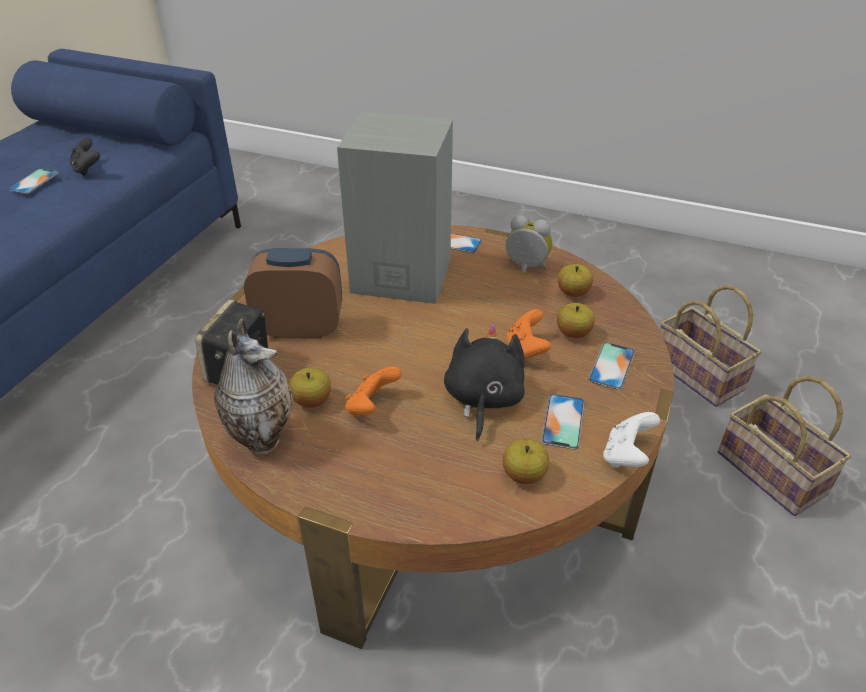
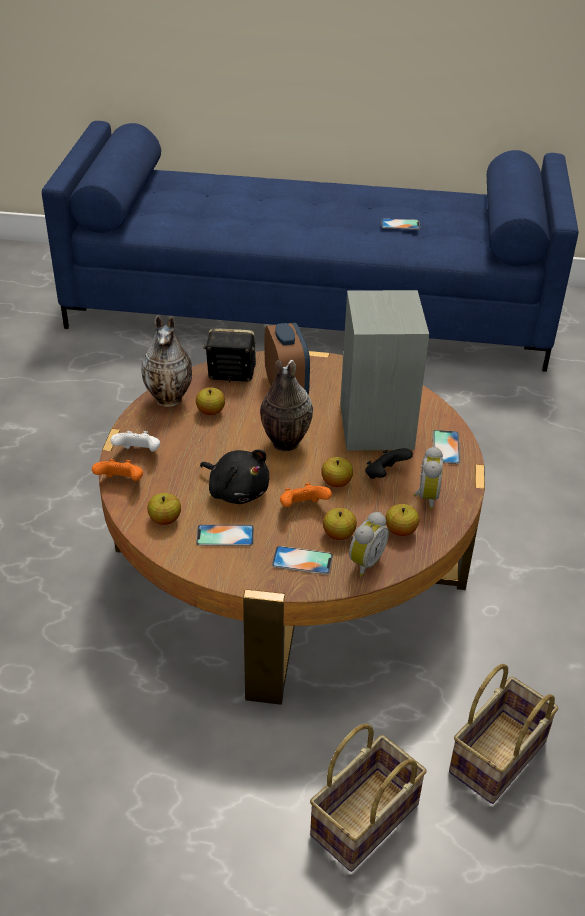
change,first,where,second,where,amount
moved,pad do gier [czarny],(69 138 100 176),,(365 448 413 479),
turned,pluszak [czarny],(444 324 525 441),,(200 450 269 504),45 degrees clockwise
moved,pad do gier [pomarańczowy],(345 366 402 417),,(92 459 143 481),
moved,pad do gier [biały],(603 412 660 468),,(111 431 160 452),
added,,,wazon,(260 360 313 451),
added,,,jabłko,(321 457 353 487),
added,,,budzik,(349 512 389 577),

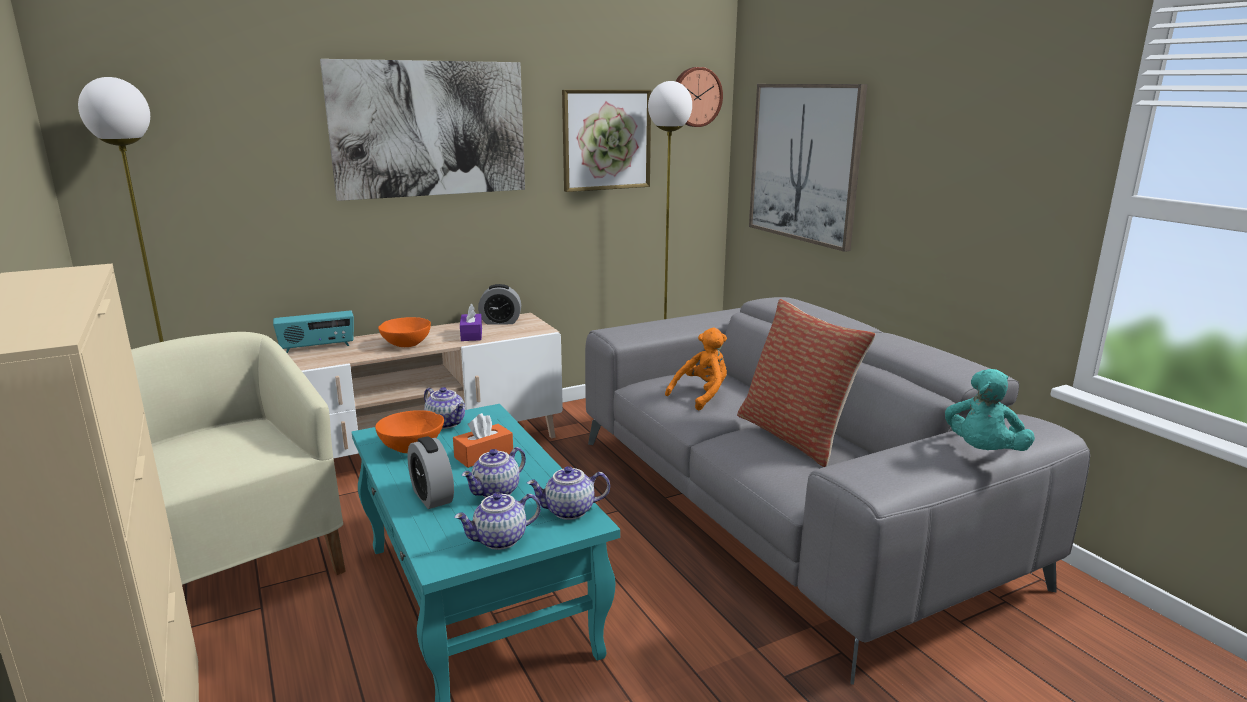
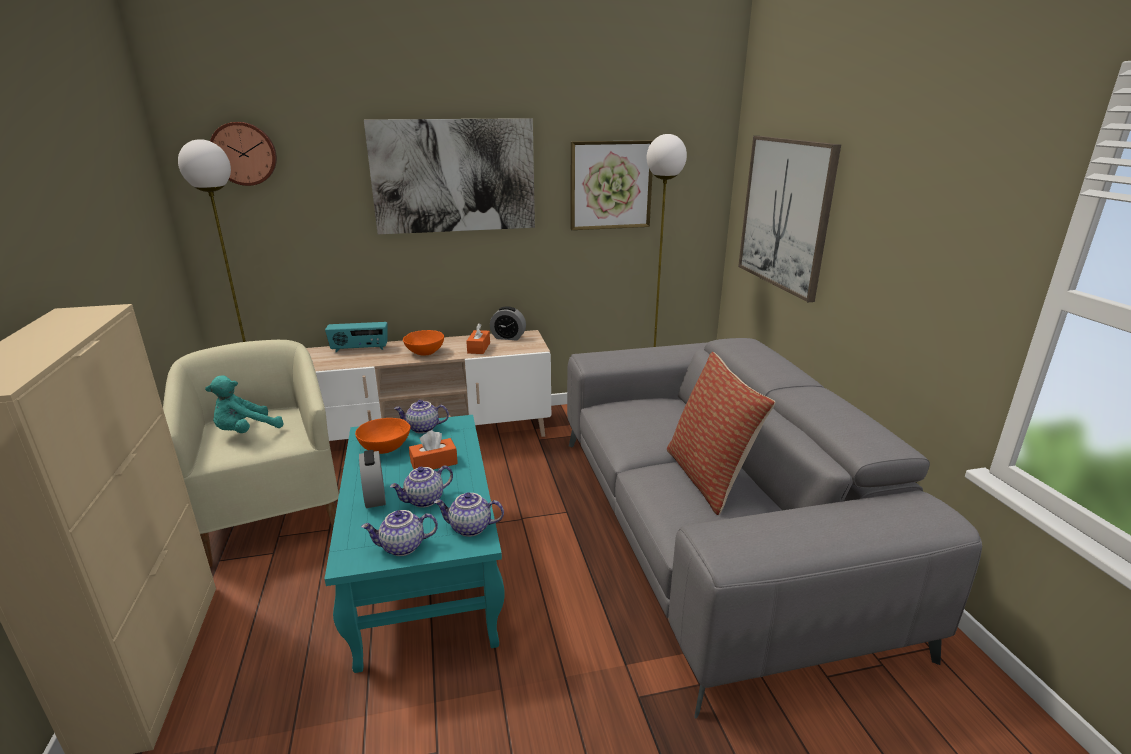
change,first,where,second,where,amount
moved,zegar ścienny,(676 67 723 127),,(210 122 277 186),
recoloured,pudełko chusteczek [fioletowy],(460 304 482 341),pudełko chusteczek [pomarańczowy],(466 323 490 354),
removed,pluszak [pomarańczowy],(665 328 727 410),,,
moved,pluszak [turkusowy],(945 369 1035 451),,(205 376 284 433),
turned,imbryk,(424 387 465 429),,(394 400 449 434),120 degrees clockwise

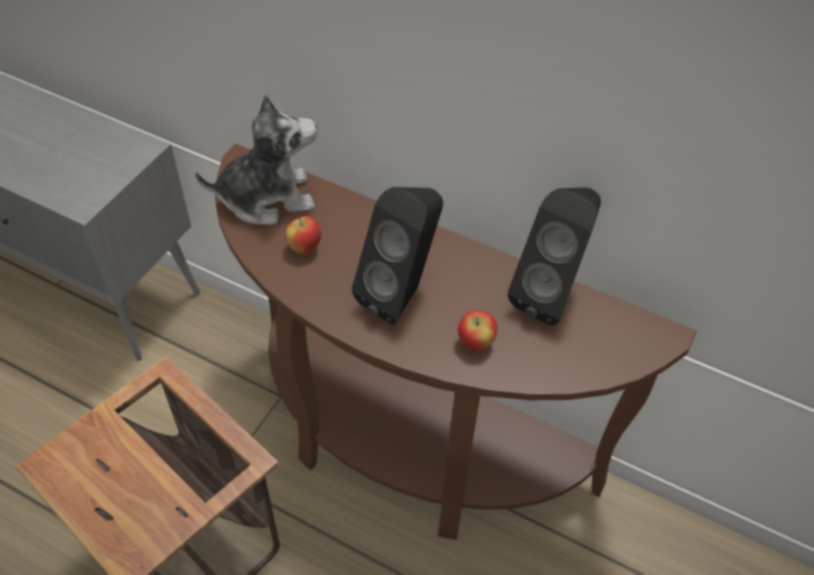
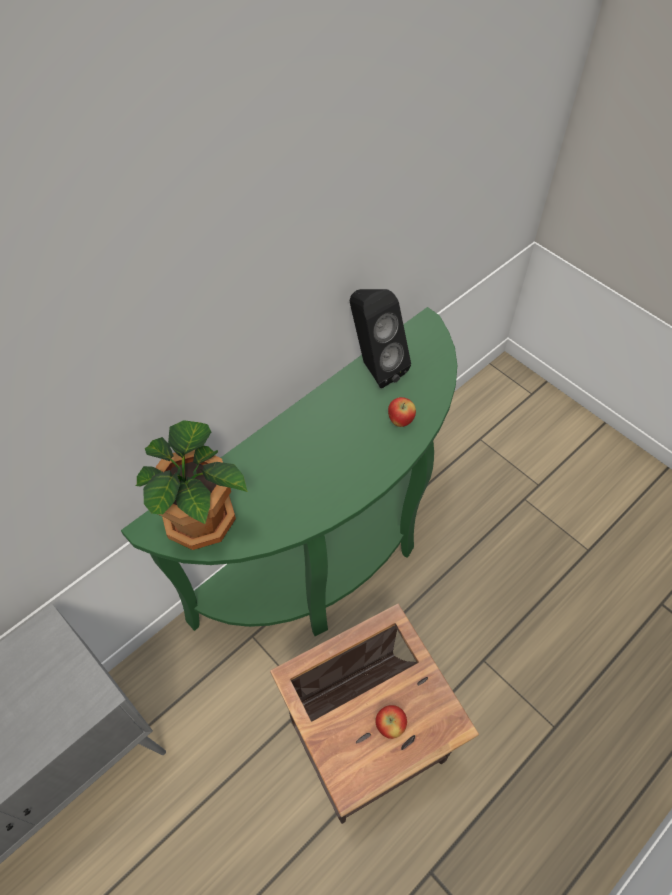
change,first,where,second,where,amount
replaced,pluszak,(195 94 317 225),roślina doniczkowa,(136 420 248 550),
recoloured,stolik konsolowy [brązowy],(215 144 697 540),stolik konsolowy [zielony],(121 307 457 636),
removed,głośnik [czarny],(352 187 443 325),,,
moved,jabłko,(285 216 321 254),,(375 705 407 739),

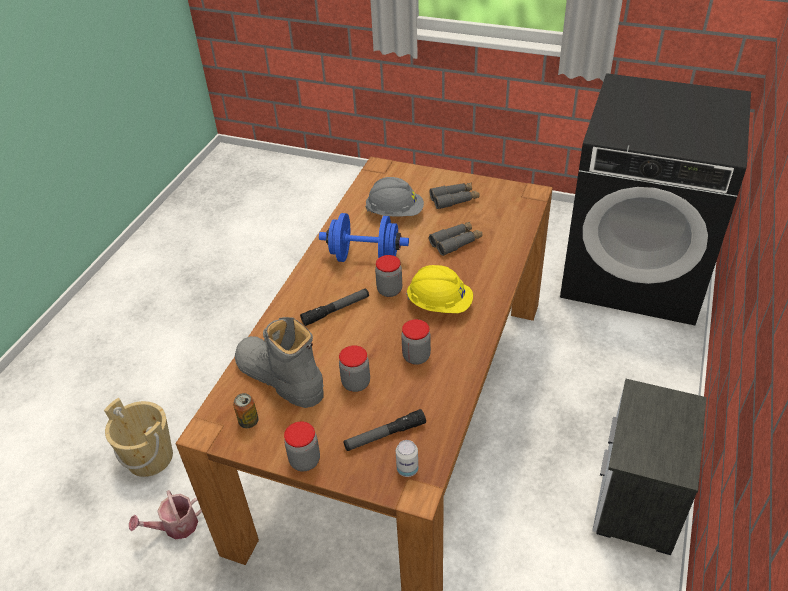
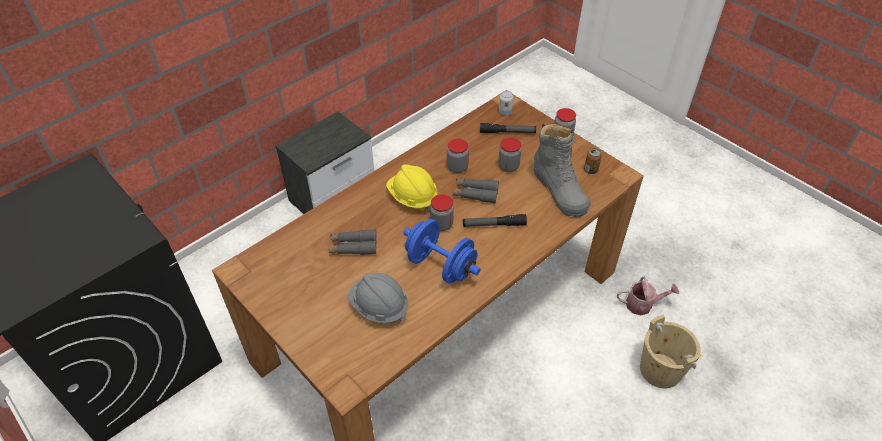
change,first,where,second,where,amount
moved,lornetka [szary],(429 183 480 209),,(453 178 499 203),

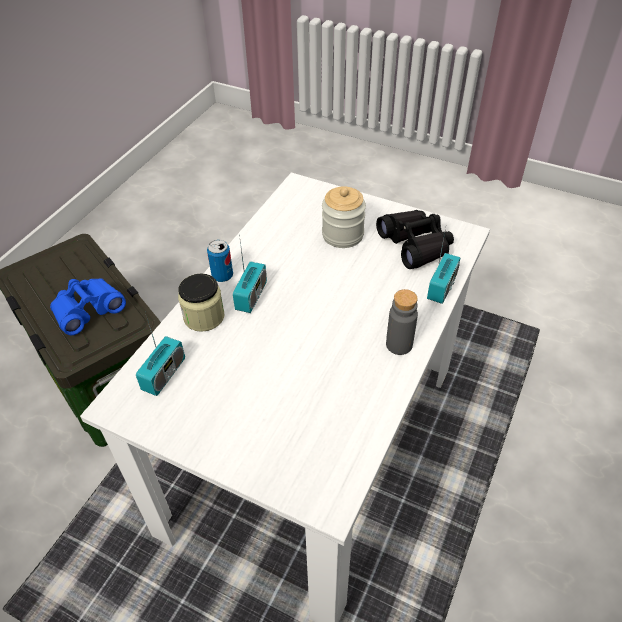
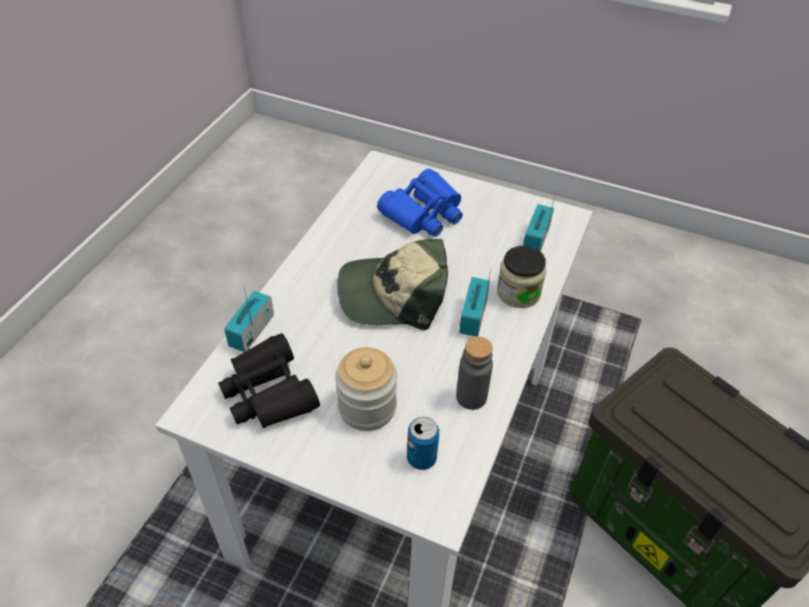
change,first,where,second,where,amount
moved,puszka,(207 240 233 282),,(407 417 439 470),
moved,lornetka [niebieski],(50 278 126 335),,(377 169 463 237),
moved,butelka [szary],(386 289 418 355),,(456 336 493 410),
added,,,czapka z daszkiem,(337 239 448 330),

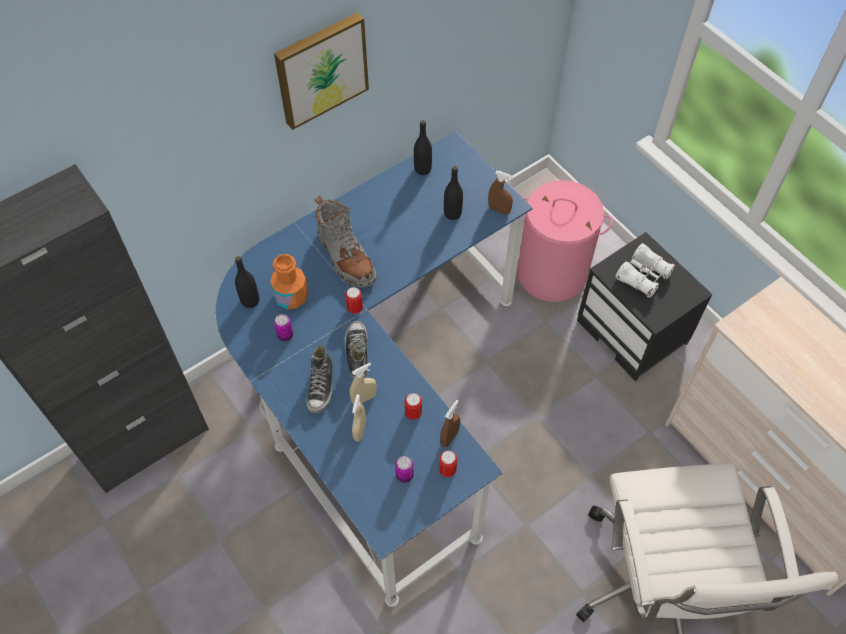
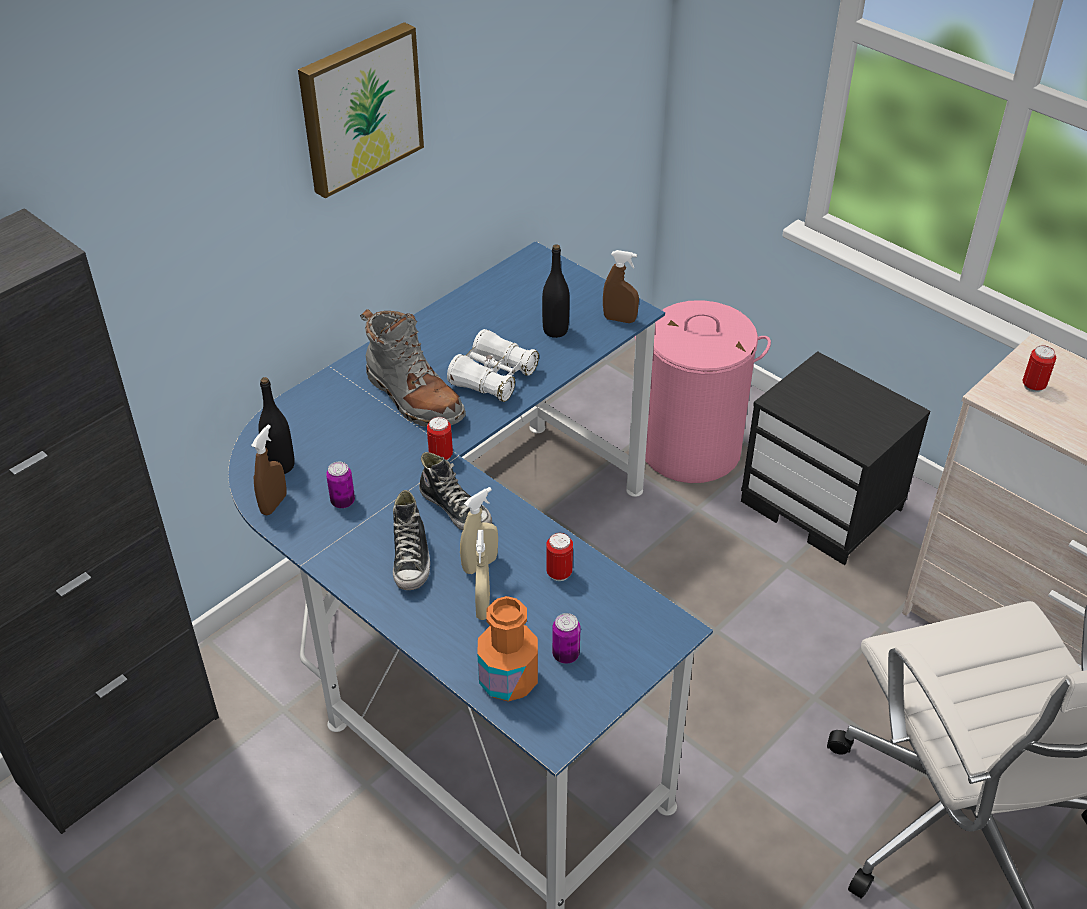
change,first,where,second,where,amount
removed,butelka [czarny],(414 120 432 175),,,
moved,lornetka [biały],(615 243 675 298),,(447 329 539 402),
moved,butelka [pomarańczowy],(270 254 308 309),,(477 596 538 702),
turned,but,(345 321 368 379),,(419 452 492 530),150 degrees clockwise
moved,spryskiwacz [brązowy],(440 400 460 447),,(251 424 287 515),
moved,puszka,(439 450 457 477),,(1022 345 1056 393),

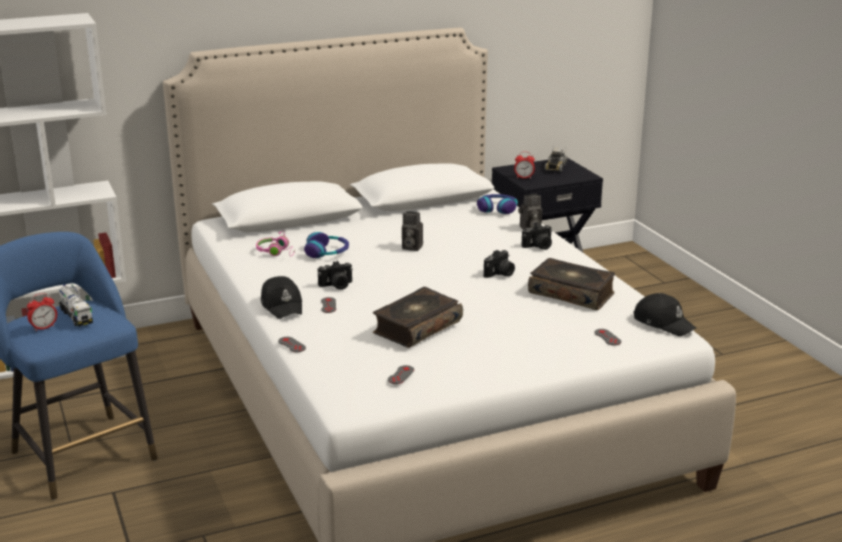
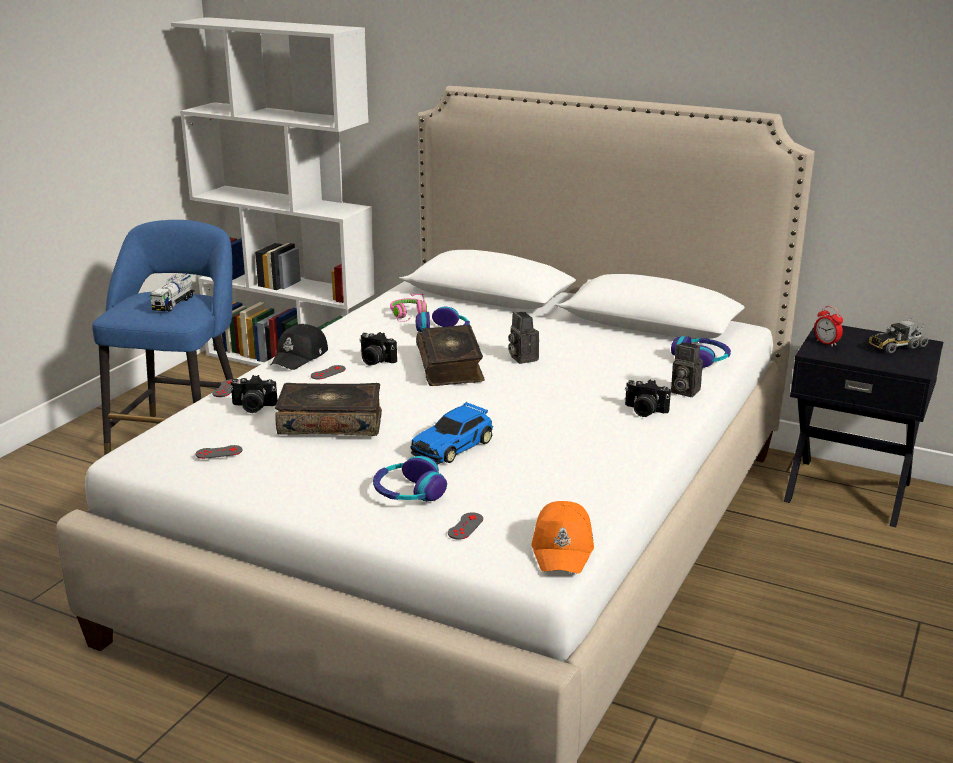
change,first,where,second,where,amount
moved,aparat fotograficzny,(484 250 515 278),,(230 375 278 413),
moved,książka,(528 258 615 310),,(416 325 485 386),
removed,budzik,(27 293 57 331),,,
recoloured,czapka z daszkiem [czarny],(633 293 696 336),czapka z daszkiem [pomarańczowy],(531 501 594 574),
added,,,samochodzik,(410 402 493 465),
added,,,słuchawki,(373 456 447 501),

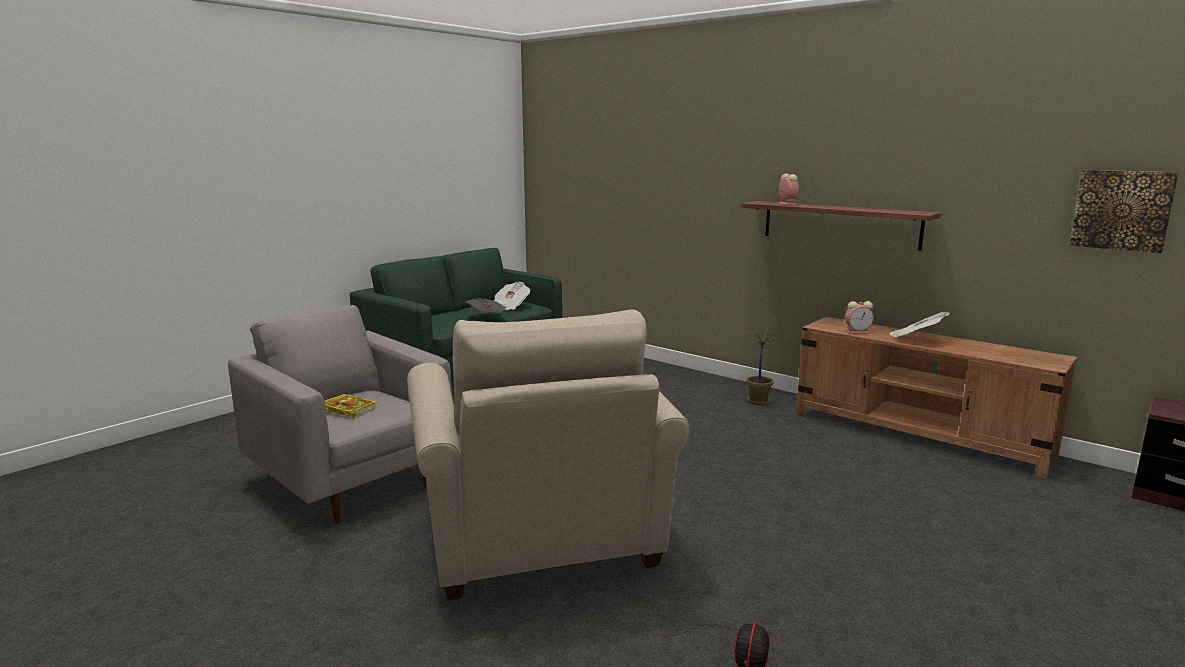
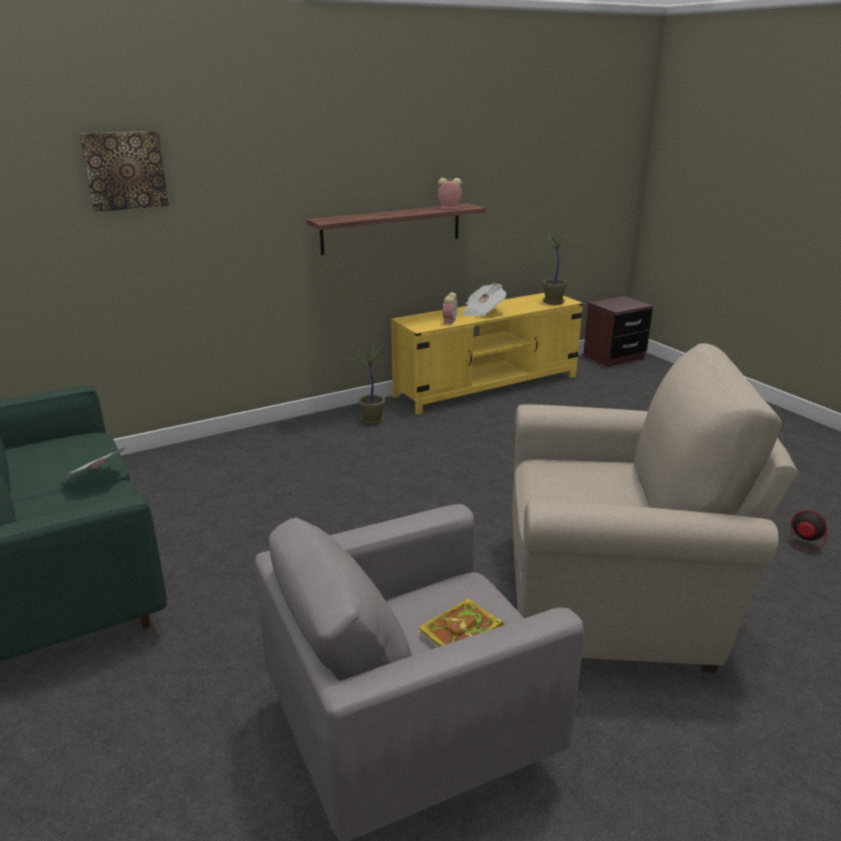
change,first,where,second,where,amount
moved,obraz,(1069 170 1179 253),,(80 131 169 212),
moved,budzik,(779 174 799 205),,(438 178 462 209),
removed,gazeta,(493 282 530 311),,,
recoloured,szafka pod telewizor [brązowy],(796 317 1077 479),szafka pod telewizor [żółty],(391 293 583 415),
added,,,roślina doniczkowa,(534 232 573 305),

